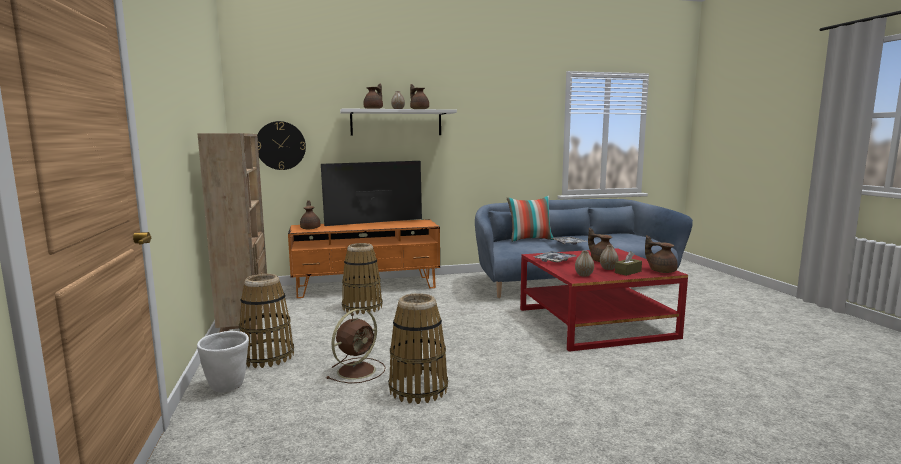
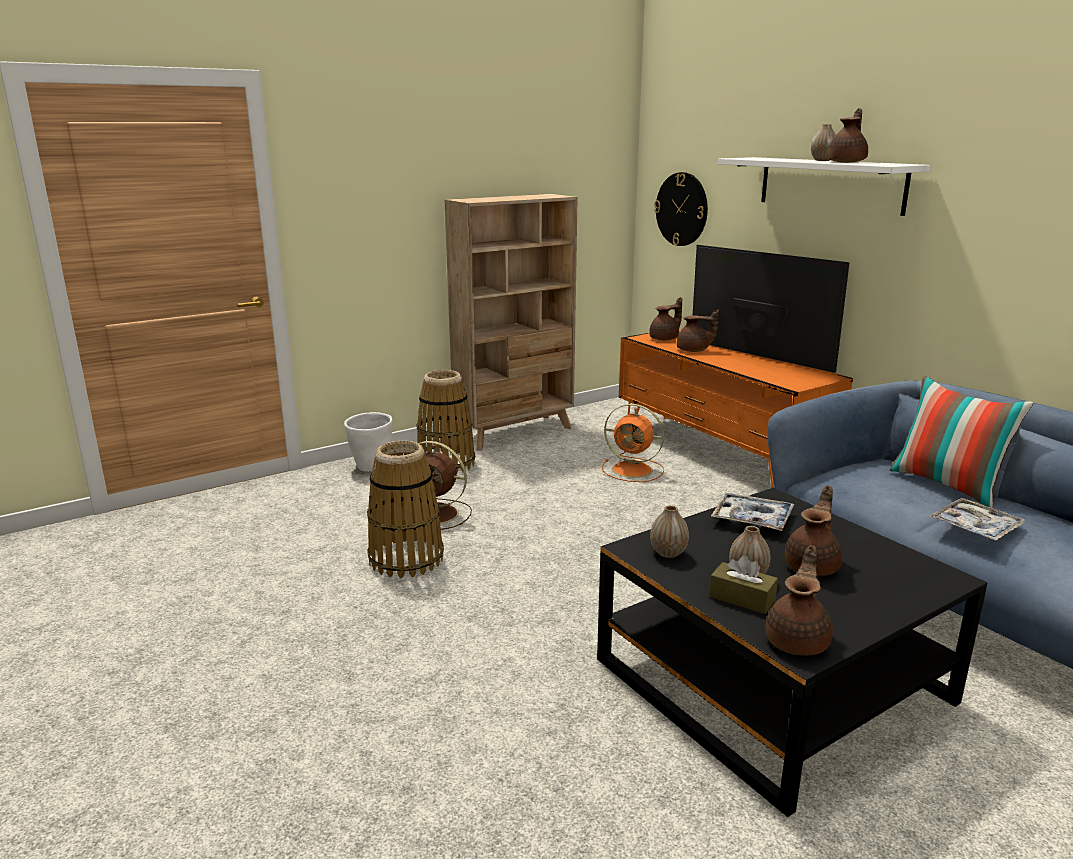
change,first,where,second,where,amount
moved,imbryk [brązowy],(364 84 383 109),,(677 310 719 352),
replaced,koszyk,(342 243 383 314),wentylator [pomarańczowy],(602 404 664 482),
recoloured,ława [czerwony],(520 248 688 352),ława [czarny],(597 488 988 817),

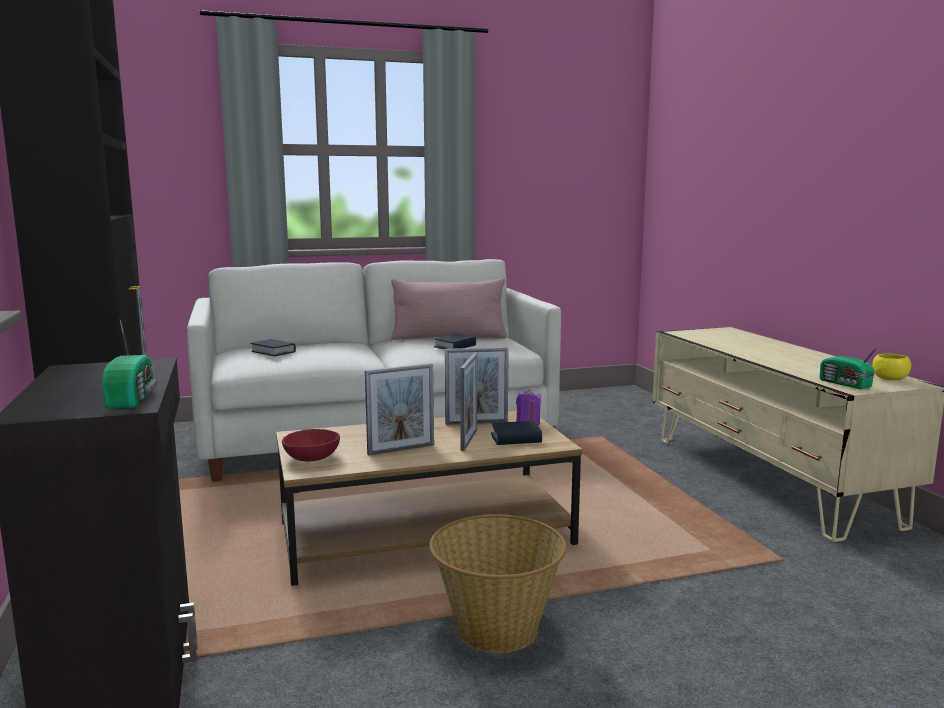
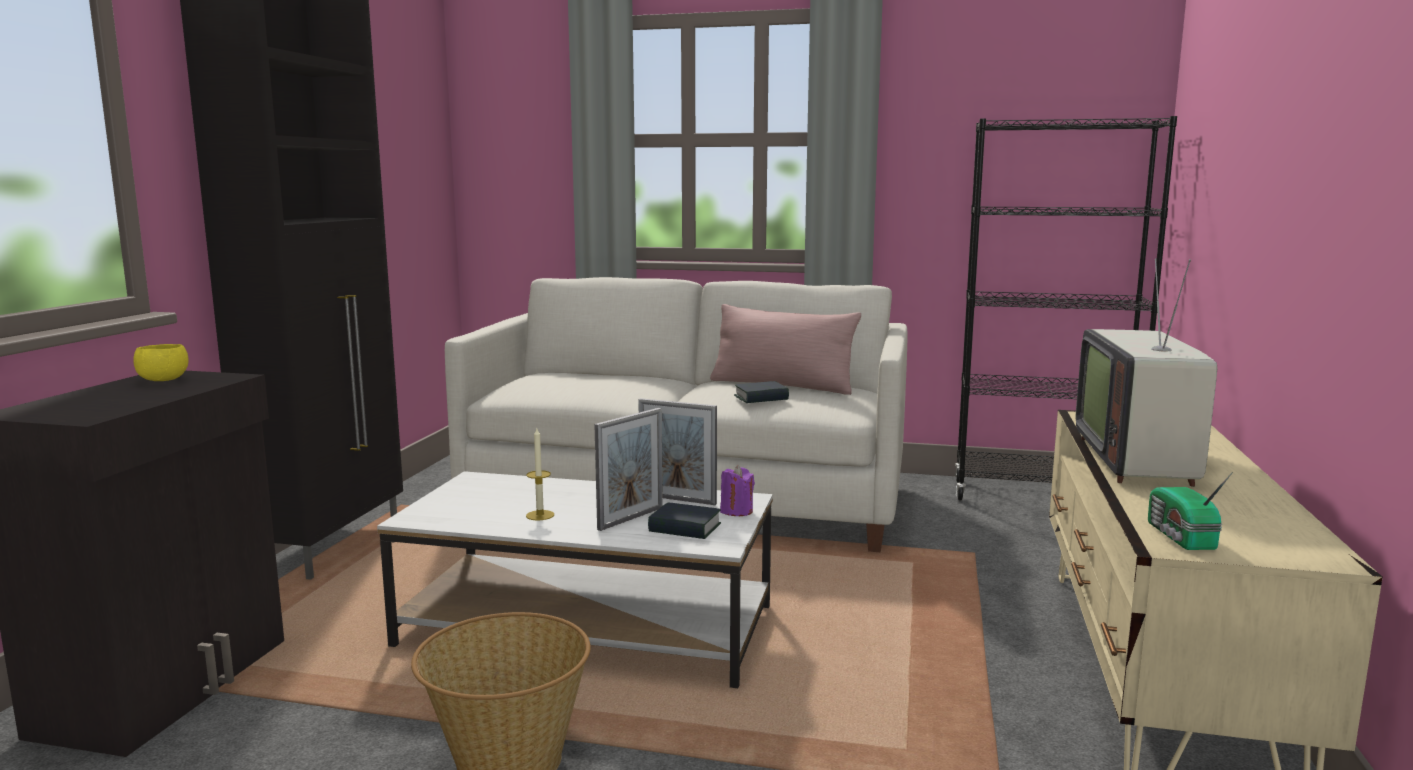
change,first,where,second,where,amount
removed,radio,(102 320 157 409),,,
removed,książka,(251 339 296 356),,,
moved,miska [żółty],(872 353 911 380),,(133 344 189 381),
replaced,ramka na zdjęcie,(365 363 434 456),świeca,(526 428 554 520),
recoloured,ława [brązowy],(276 411 582 586),ława [biały],(377 471 773 688),
removed,miska [czerwony],(282 429 340 462),,,
added,,,regał [czarny],(955 116 1177 500),
added,,,telewizor,(1076 258 1217 487),

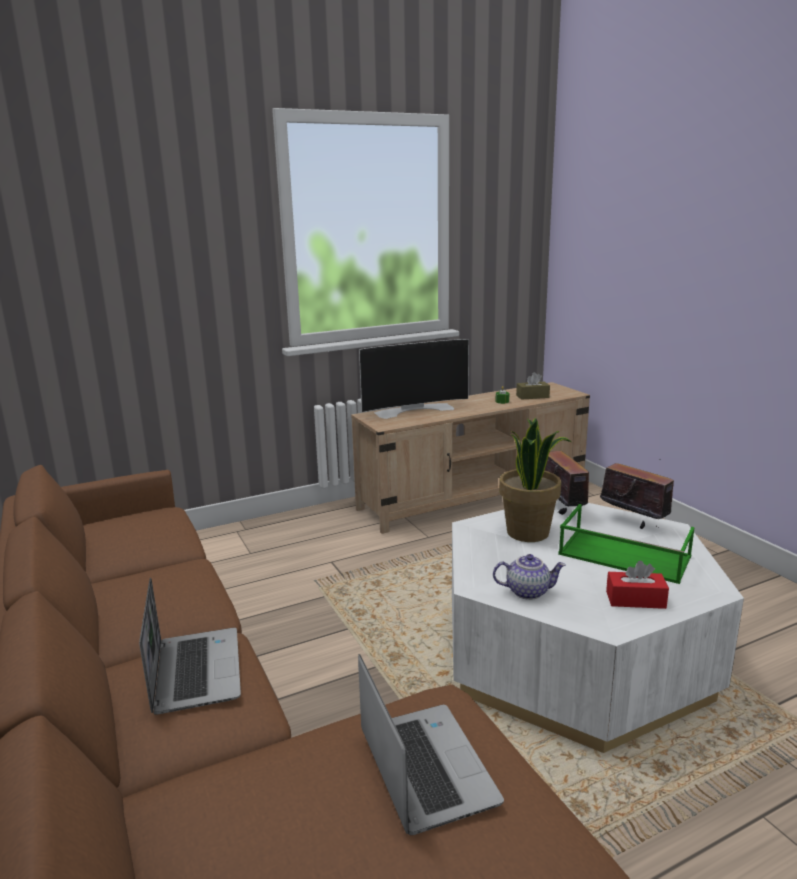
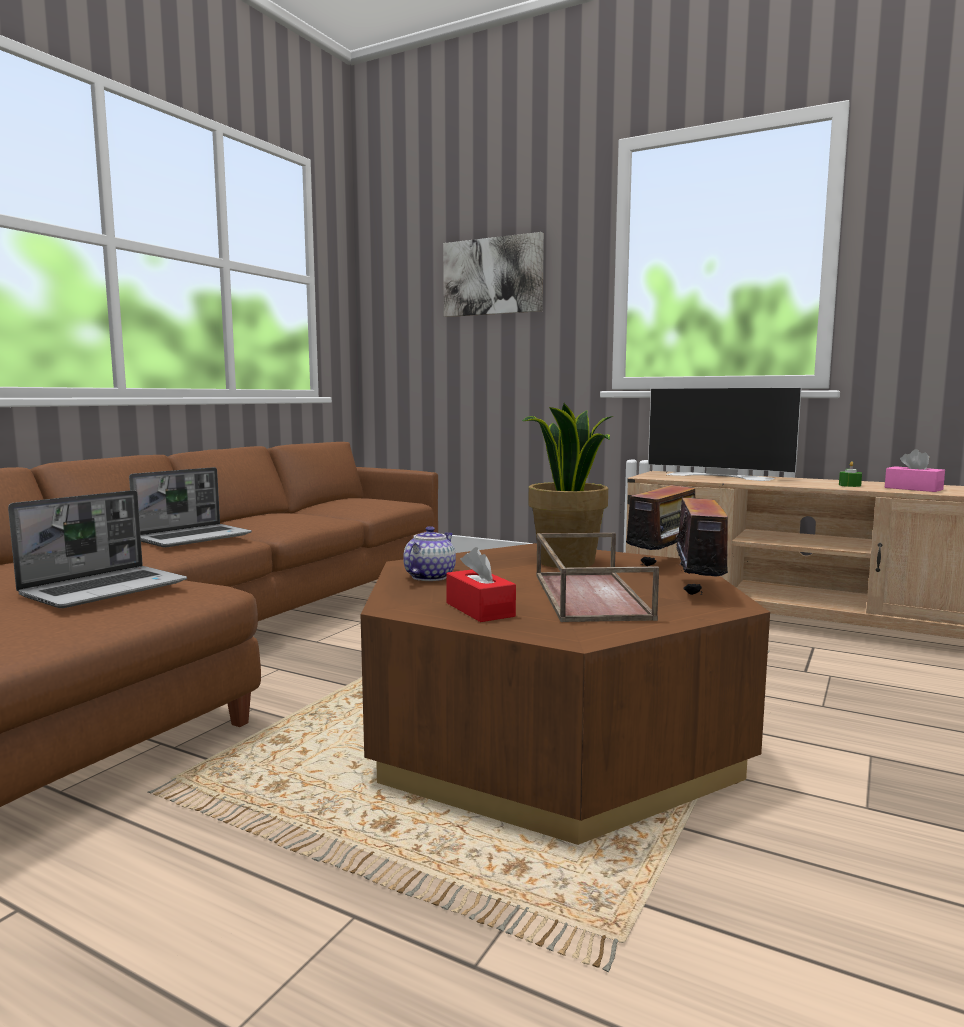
change,first,where,second,where,amount
recoloured,pudełko chusteczek [brązowy],(516 372 550 400),pudełko chusteczek [różowy],(885 449 945 492),
recoloured,ława [biały],(452 499 744 753),ława [brązowy],(360 543 770 845),
recoloured,taca [zielony],(558 504 695 584),taca [brązowy],(536 533 659 622),
turned,imbryk,(493 554 566 600),,(403 526 456 581),120 degrees counterclockwise
added,,,obraz,(443 232 544 317),

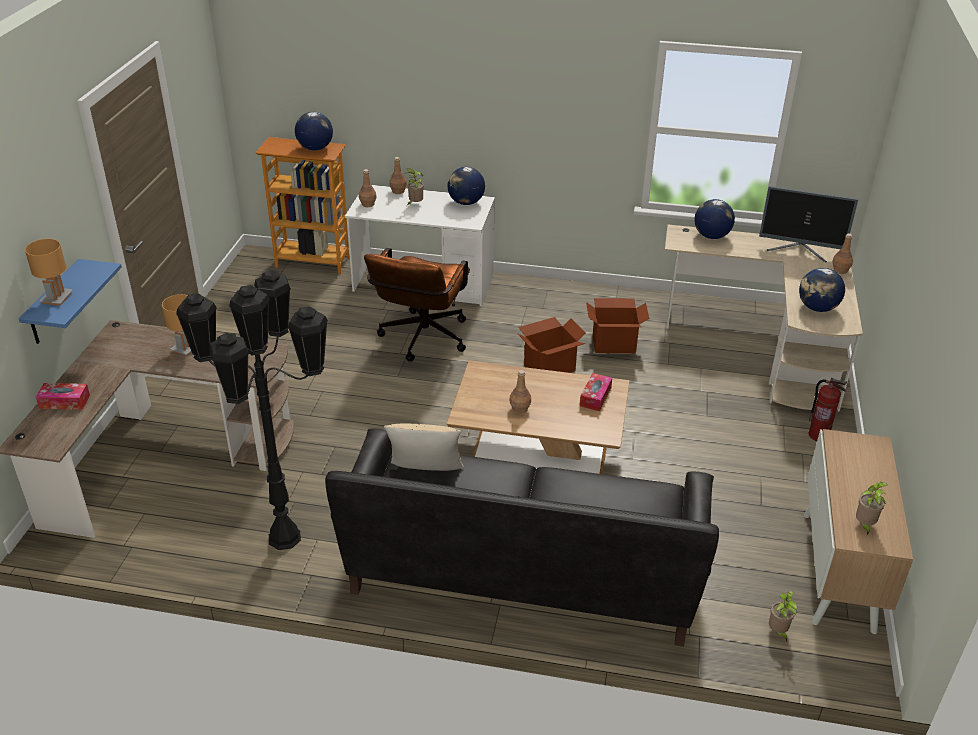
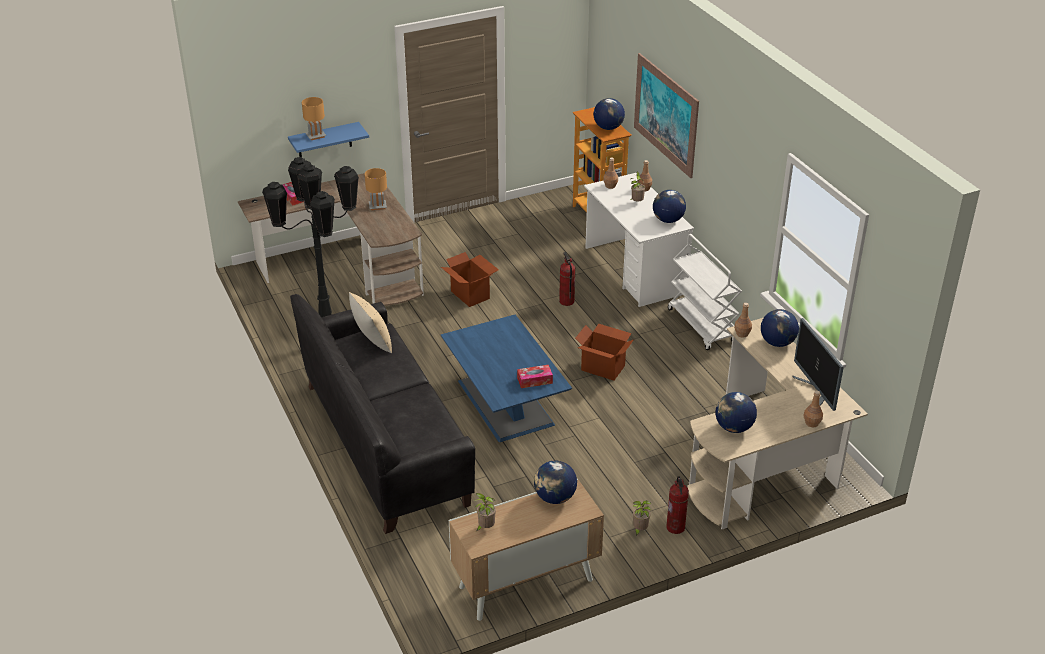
change,first,where,second,where,amount
replaced,krzesło biurowe [brązowy],(364 248 470 362),gaśnica,(559 252 575 306),
moved,karton,(586 298 650 354),,(441 252 499 307),
recoloured,ława [brązowy],(447 361 630 474),ława [niebieski],(441 315 572 442),
moved,butelka [brązowy],(509 370 531 414),,(734 303 752 338),
moved,roślina doniczkowa,(769 591 797 642),,(633 501 651 537),
added,,,obraz,(634 53 699 178),
added,,,wózek [biały],(668 234 742 350),
added,,,globus,(534 460 577 504),

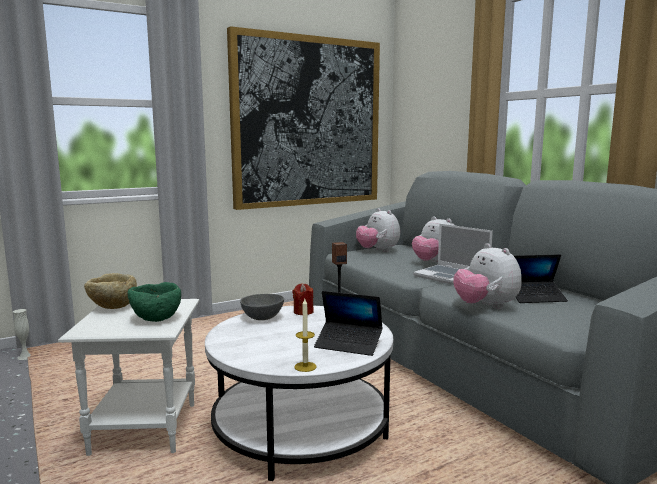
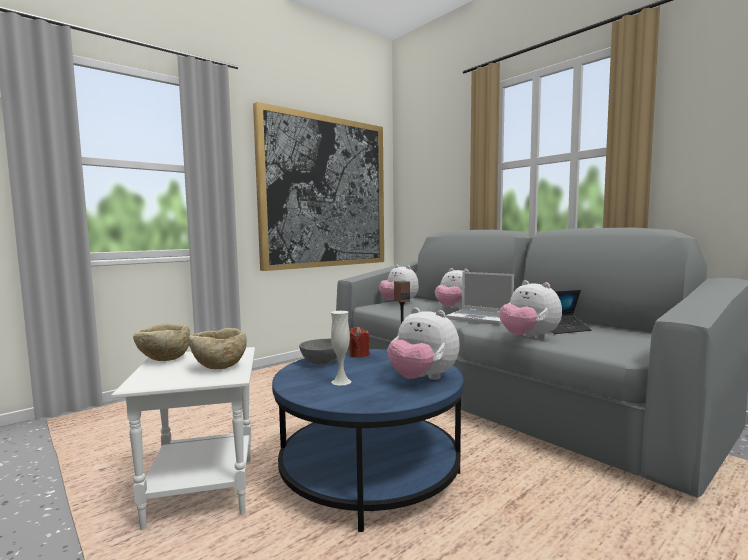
change,first,where,second,where,amount
recoloured,miska [zielony],(128 282 181 322),miska [beżowy],(188 328 247 369),
replaced,laptop,(314 291 383 356),pluszak,(387 307 460 380),
removed,świeca,(294 299 317 372),,,
recoloured,ława [biały],(205 306 393 481),ława [niebieski],(272 349 464 532),
moved,wazon [biały],(13 309 31 360),,(331 311 352 386),

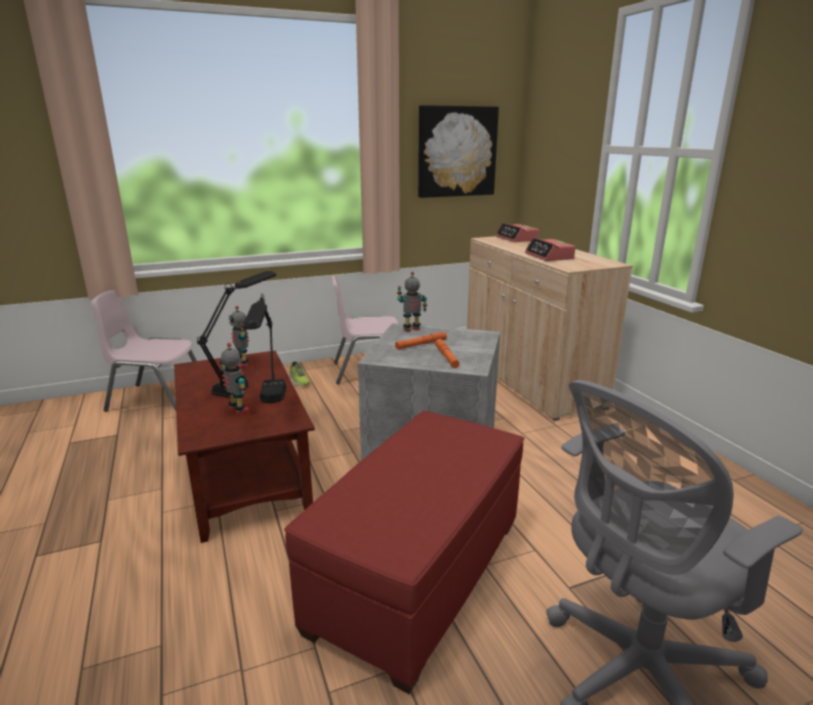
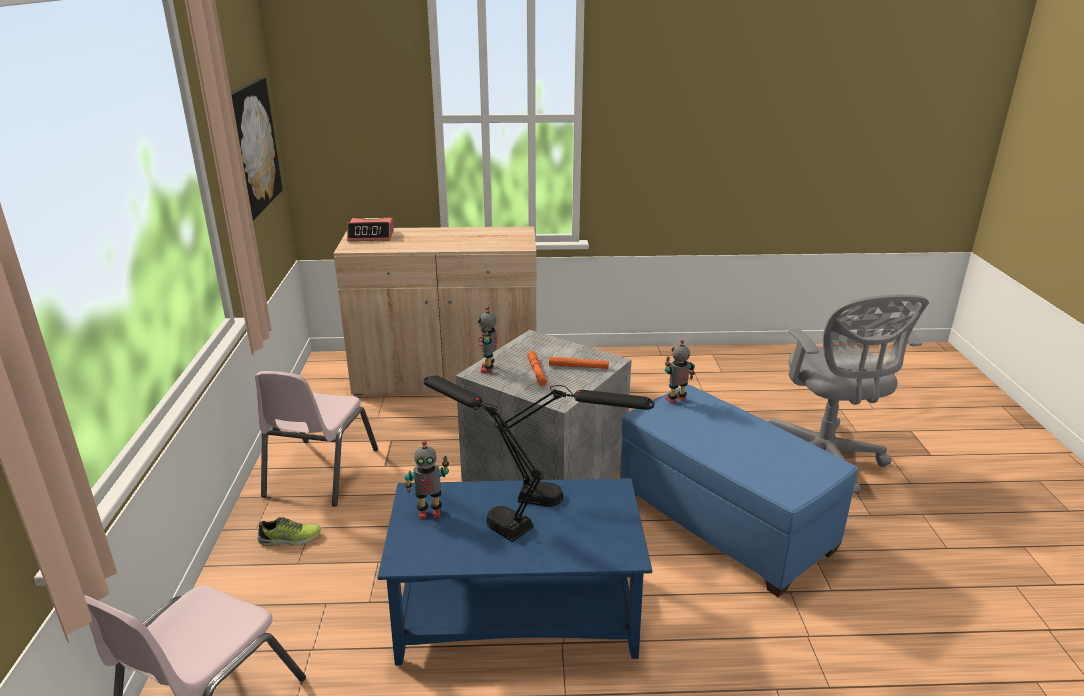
change,first,where,second,where,amount
removed,budzik,(525 237 575 261),,,
moved,robot zabawkowy,(220 343 249 415),,(665 340 695 403),
recoloured,ława [brązowy],(174 351 315 543),ława [niebieski],(377 478 652 665),
recoloured,pufa [czerwony],(284 411 525 694),pufa [niebieski],(620 385 858 597),

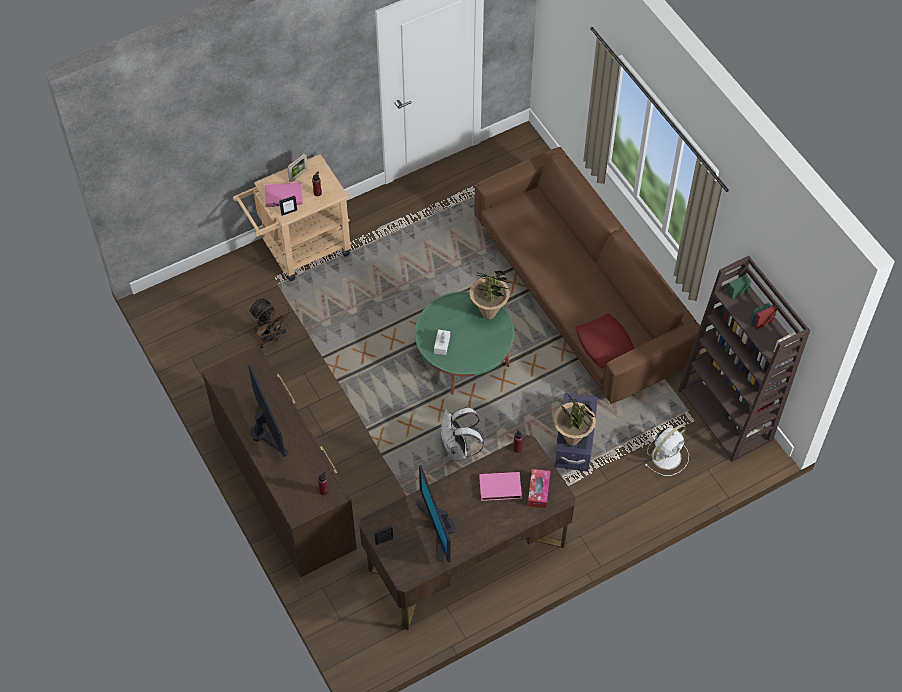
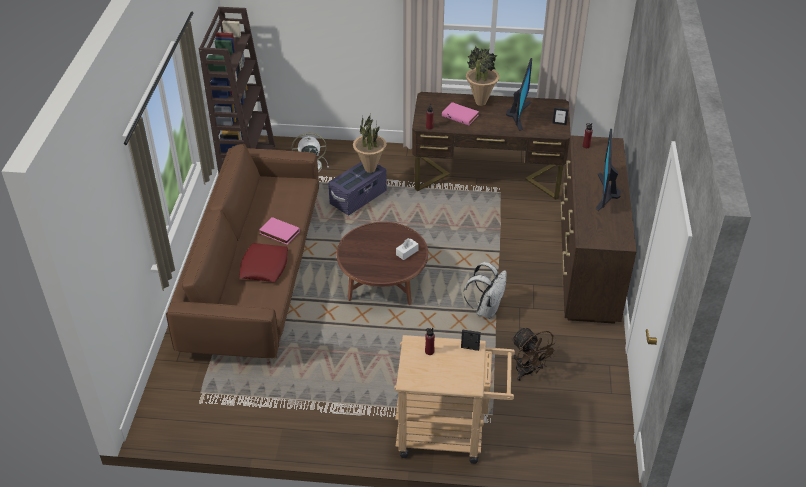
change,first,where,second,where,amount
removed,ramka na zdjęcie,(287 153 308 182),,,
moved,książka [różowy],(265 182 303 207),,(259 217 300 244),
moved,roślina doniczkowa,(470 271 513 319),,(466 46 499 106),
recoloured,ława [zielony],(415 291 514 394),ława [brązowy],(336 222 428 305),
turned,wentylator [brązowy],(249 298 295 348),,(511 327 559 381),150 degrees clockwise
moved,poduszka [czerwony],(576 313 634 368),,(239 243 288 282),
moved,plecak [biały],(441 407 484 460),,(464 262 507 319),
removed,pudełko chusteczek,(528 469 550 508),,,

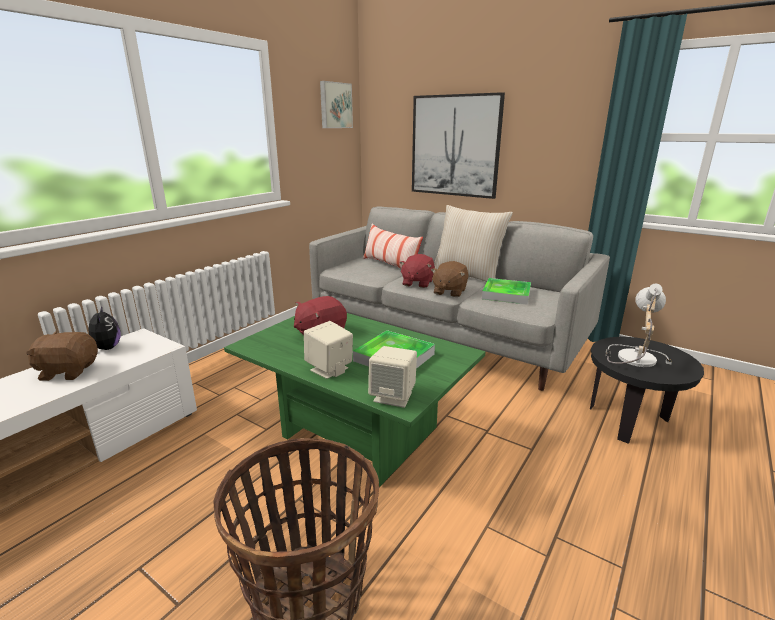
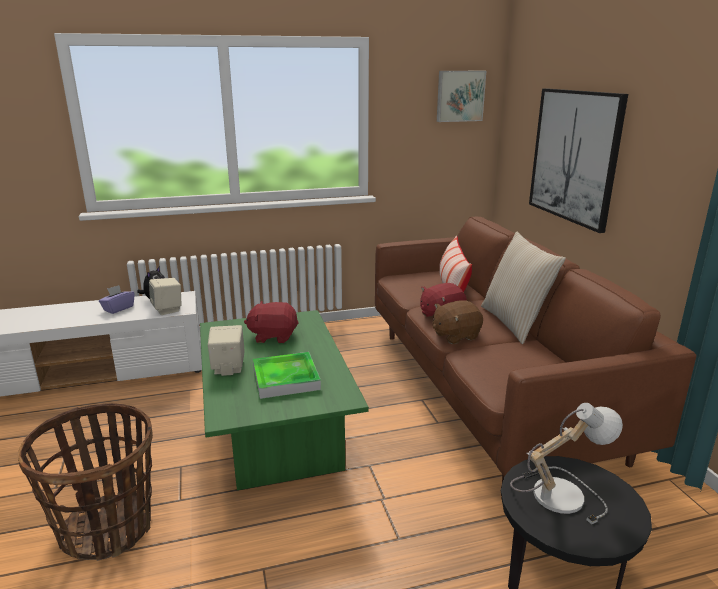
change,first,where,second,where,amount
recoloured,kanapa [szary],(309 206 610 391),kanapa [brązowy],(375 217 697 483),
removed,taca,(482 278 531 305),,,
replaced,pluszak [brązowy],(26 332 98 381),pudełko chusteczek [fioletowy],(99 285 135 314),
moved,głośnik [beżowy],(368 346 417 408),,(149 278 182 315),

